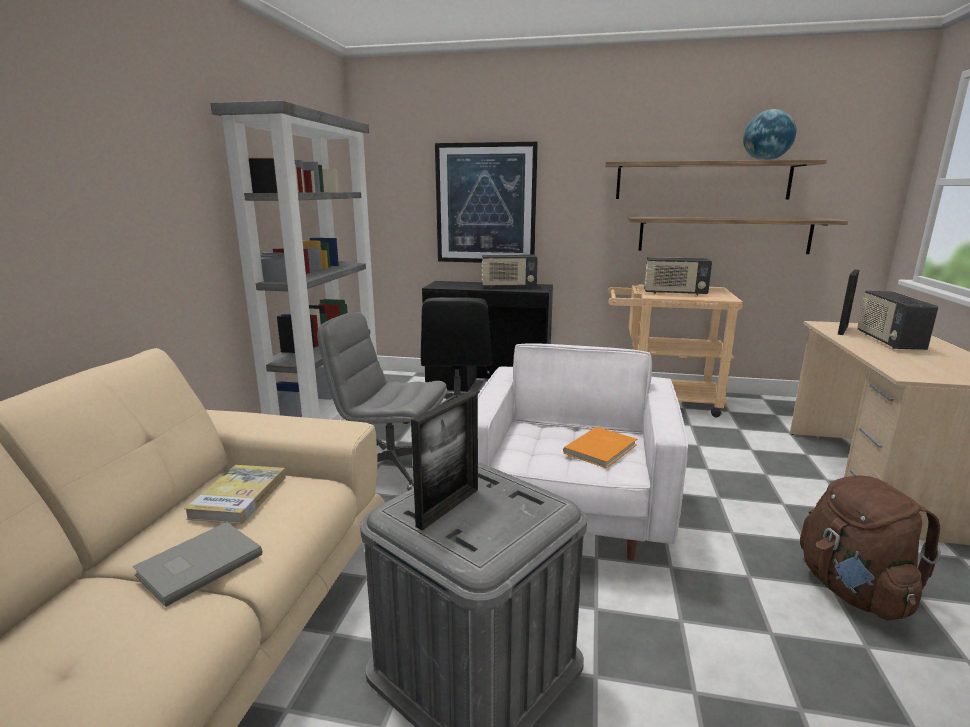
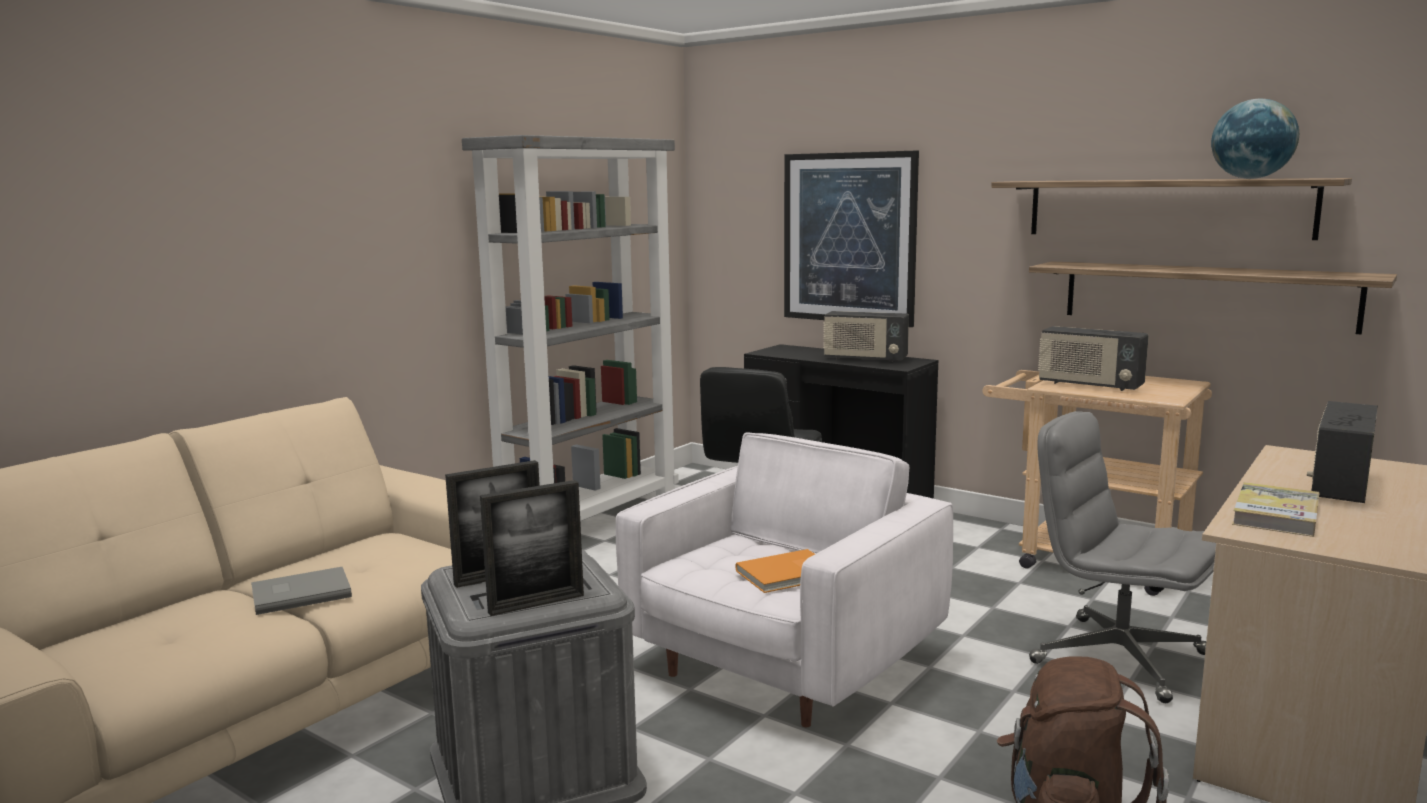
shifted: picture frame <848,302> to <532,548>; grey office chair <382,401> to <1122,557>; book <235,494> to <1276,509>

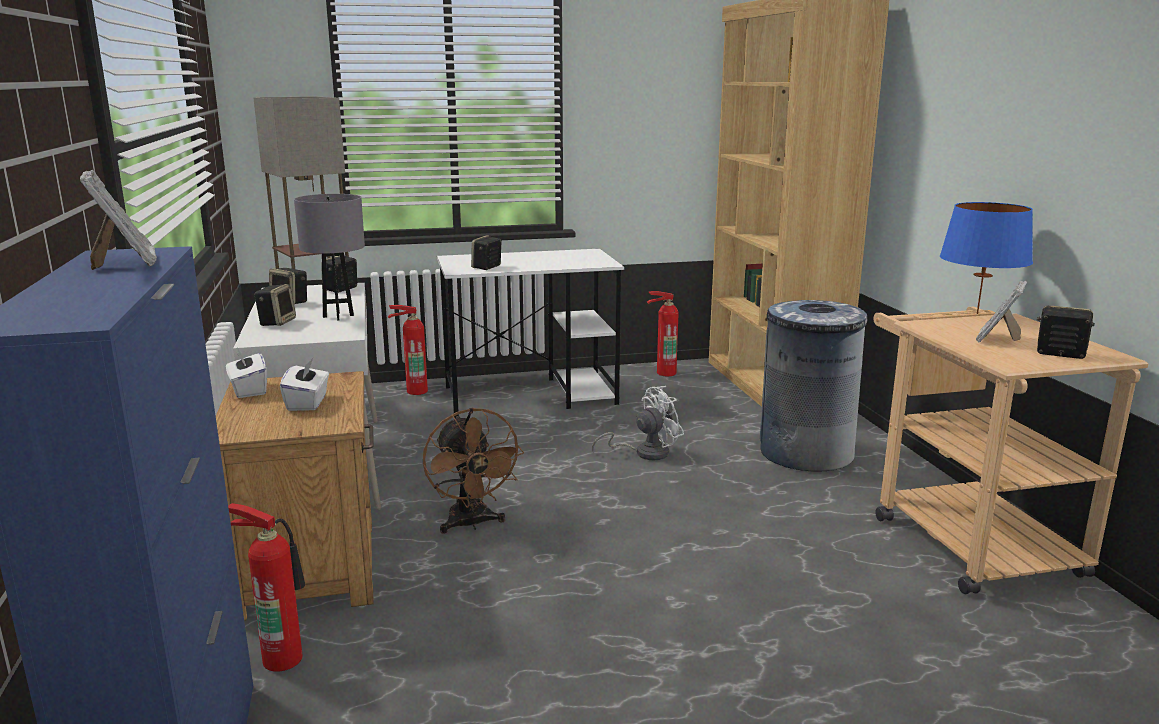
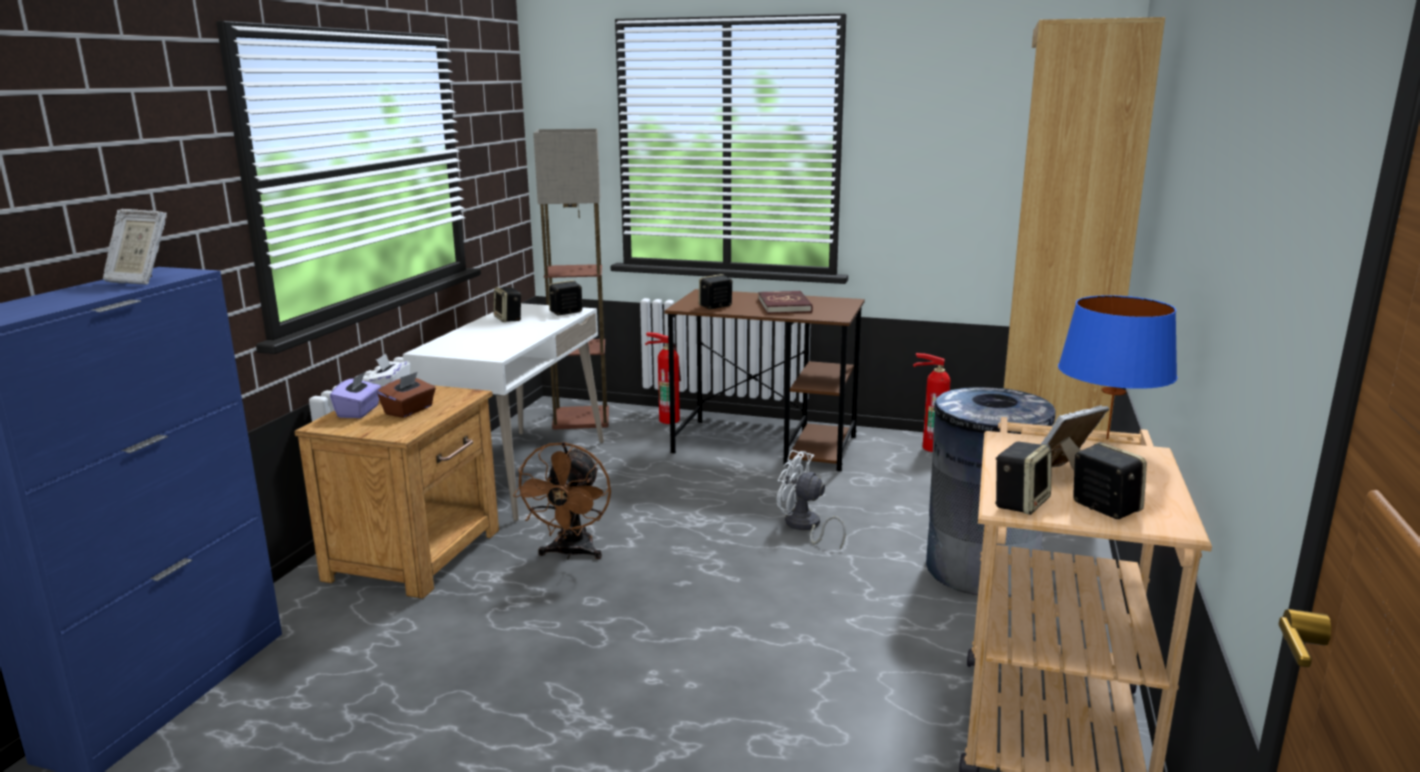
gone: fire extinguisher <266,587>; grey table lamp <329,257>
new: purple tissue box <355,395>; red book <785,302>
shifted: speaker <275,305> to <1023,478>
repainted: white tissue box <304,384> to brown tissue box <406,395>; white desk <530,334> to brown desk <764,380>
rotated: picture frame <118,219> = <134,247> 105 degrees clockwise; white fan <638,423> = <811,499> 150 degrees counterclockwise

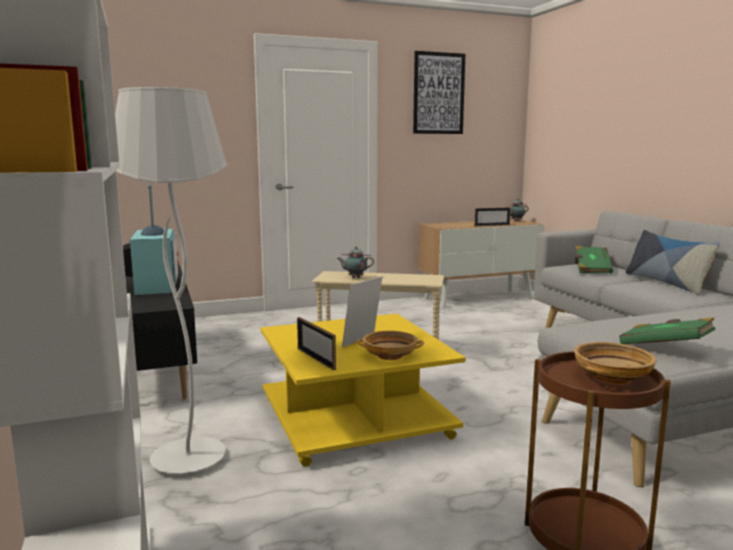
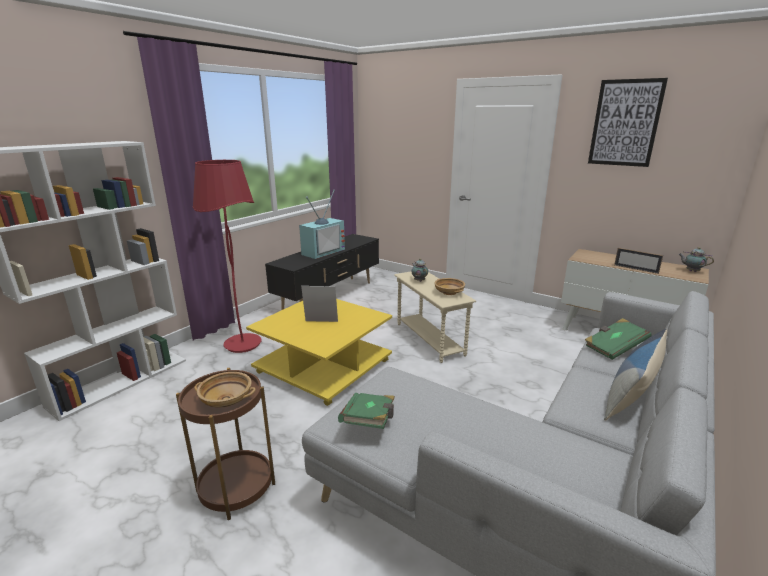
gone: picture frame <316,343>
shifted: beige bowl <390,345> to <449,286>
repainted: white floor lamp <171,282> to red floor lamp <227,256>

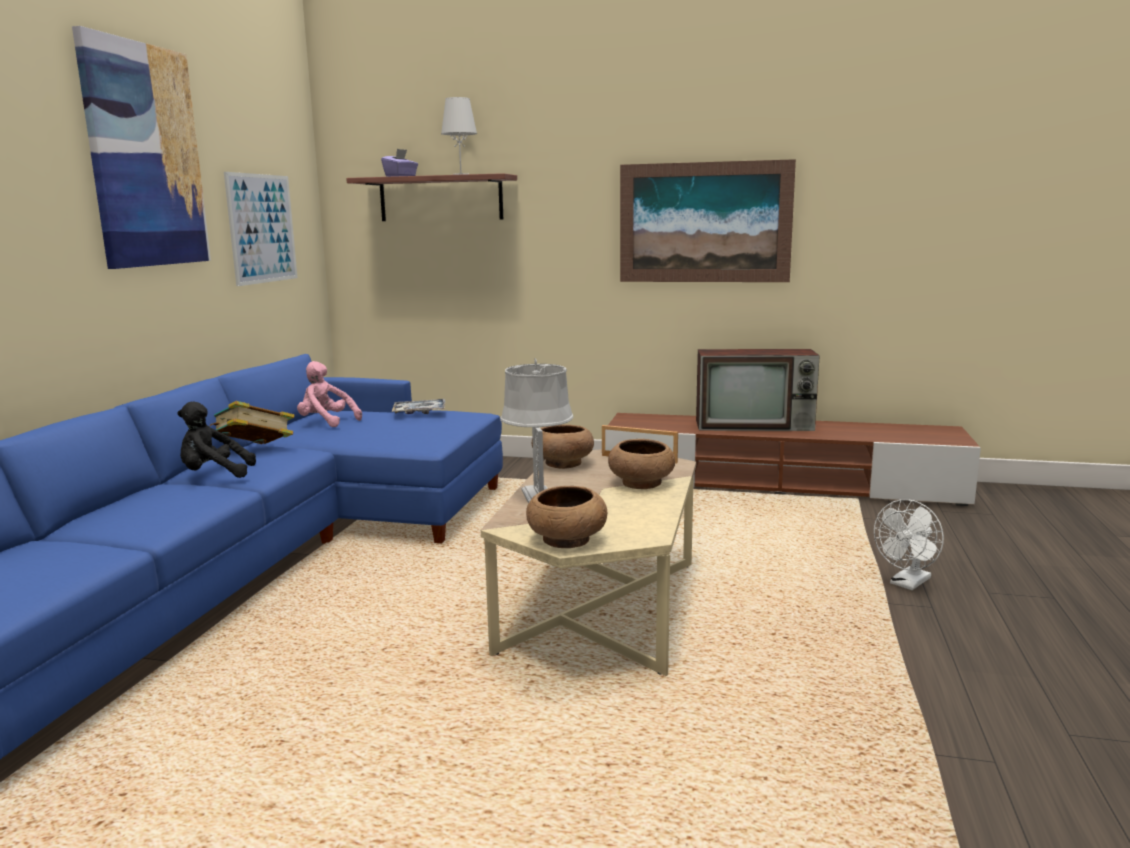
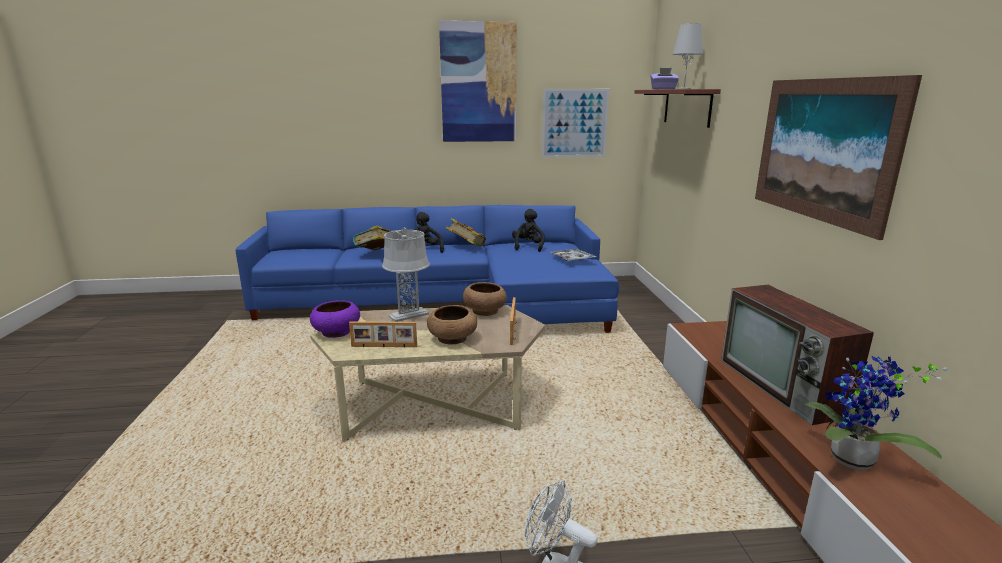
new: picture frame <383,335>; book <373,238>; potted plant <876,413>
repainted: brown bowl <566,517> to purple bowl <335,319>; pink plush toy <329,394> to black plush toy <528,230>

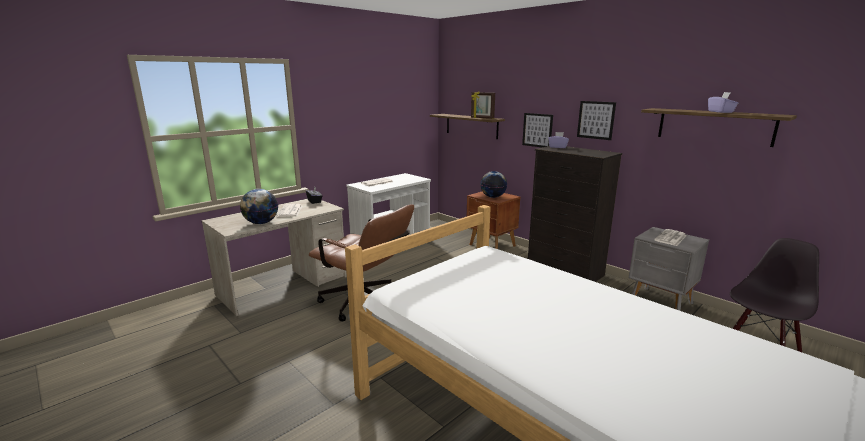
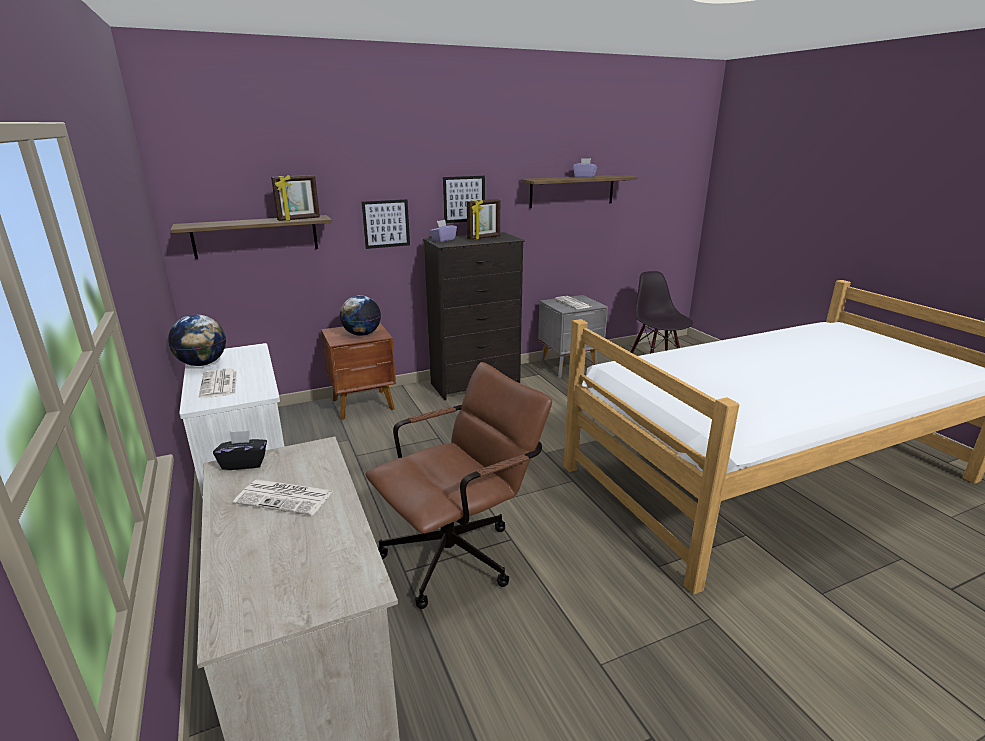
new: picture frame <483,219>
shifted: globe <259,206> to <197,340>

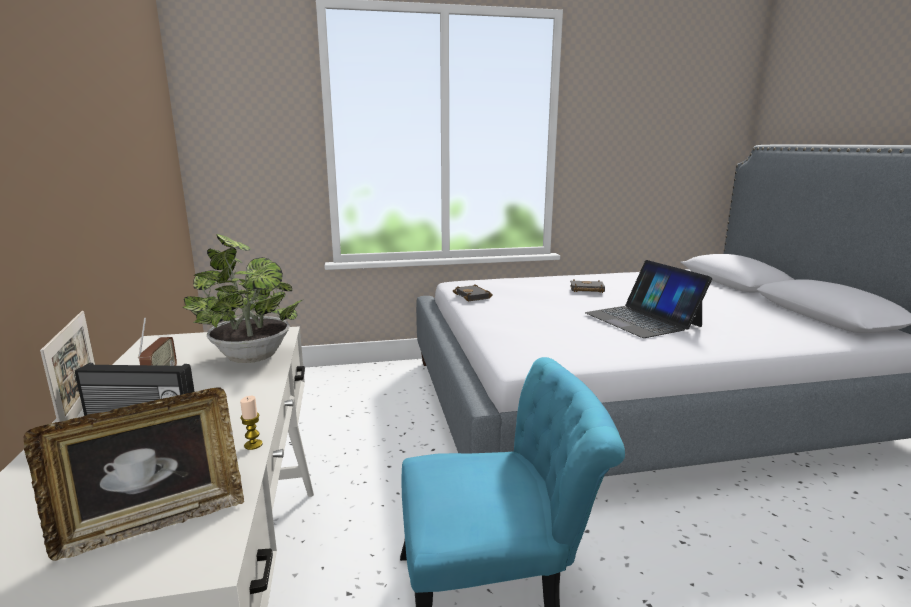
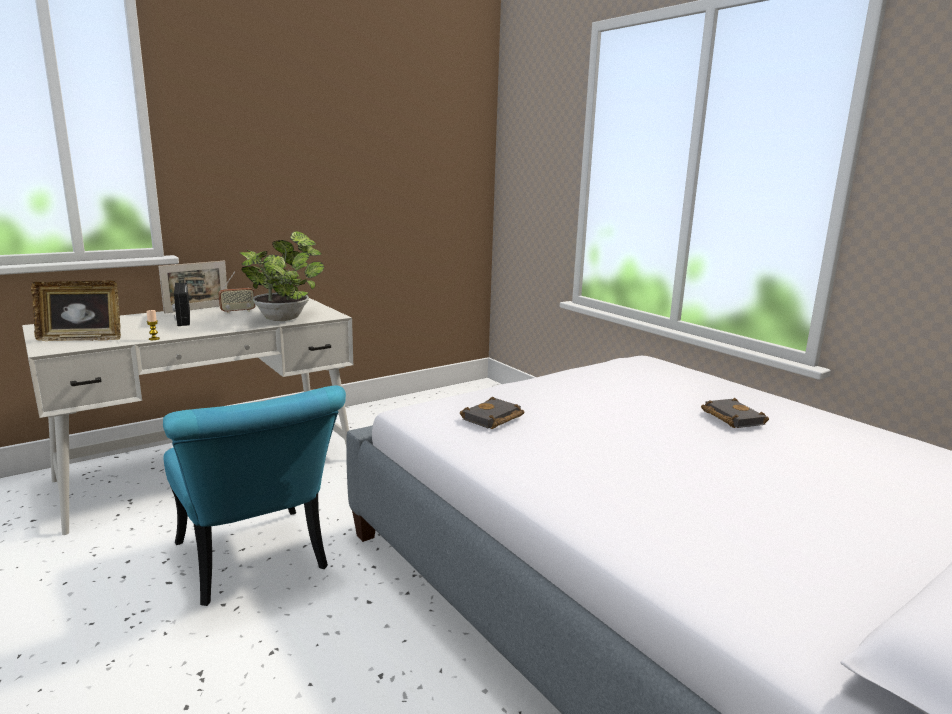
gone: laptop <648,299>
shifted: black book <473,292> to <492,413>
rotated: picture frame <134,474> = <76,311> 45 degrees counterclockwise

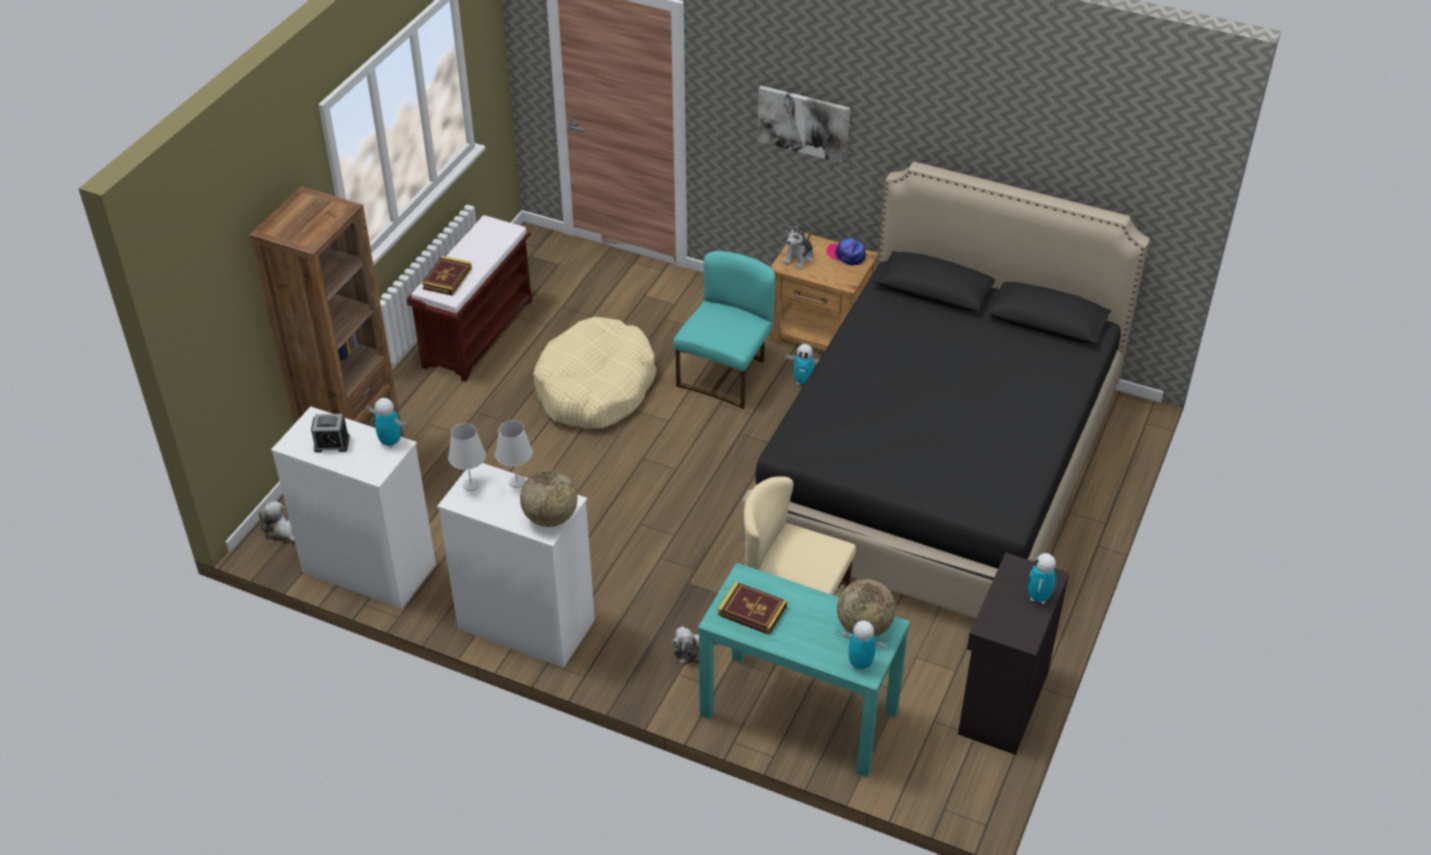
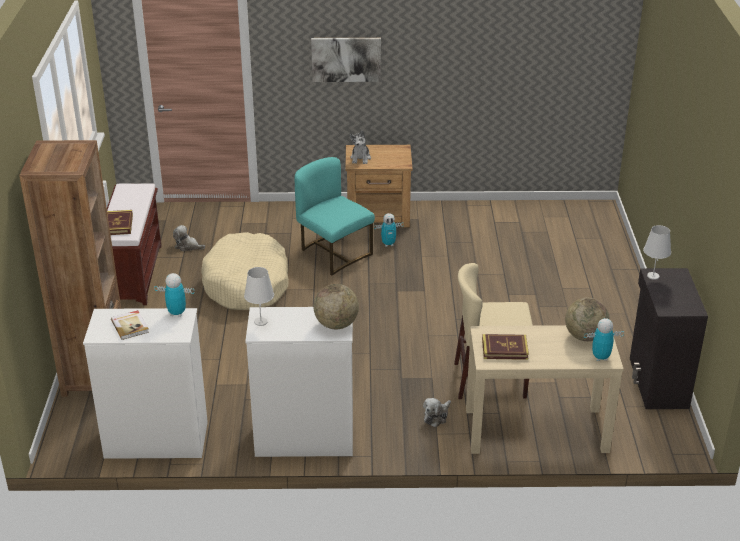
gone: black bed <946,390>; cap <846,252>; toy robot <1041,578>
shifted: plush toy <277,522> to <189,238>; white table lamp <514,454> to <657,252>
swapped: alarm clock <330,433> to book <130,325>
repainted: turquoise console table <804,670> to beige console table <545,389>
rotated: turquoise chair <724,330> = <335,216> 45 degrees counterclockwise

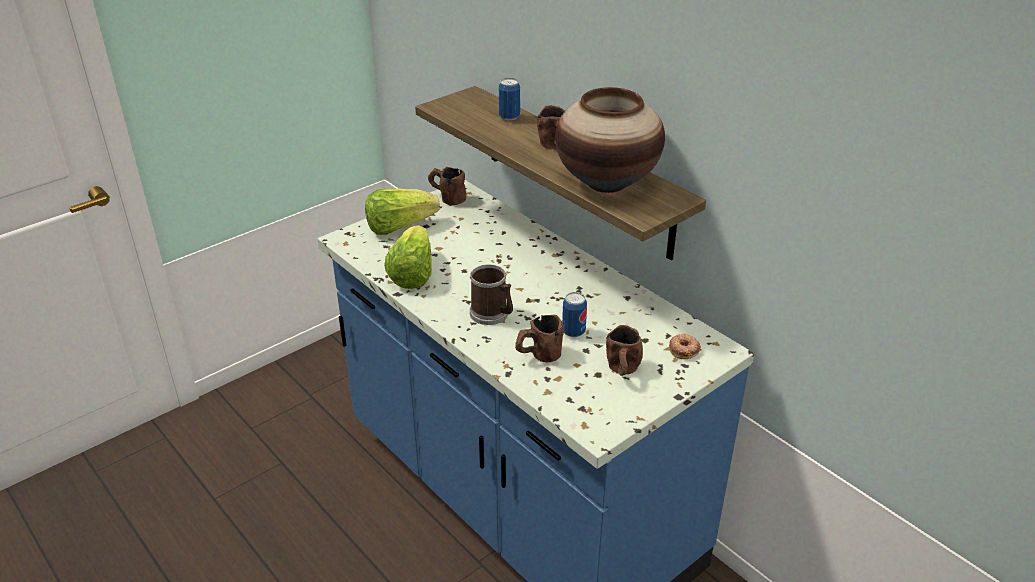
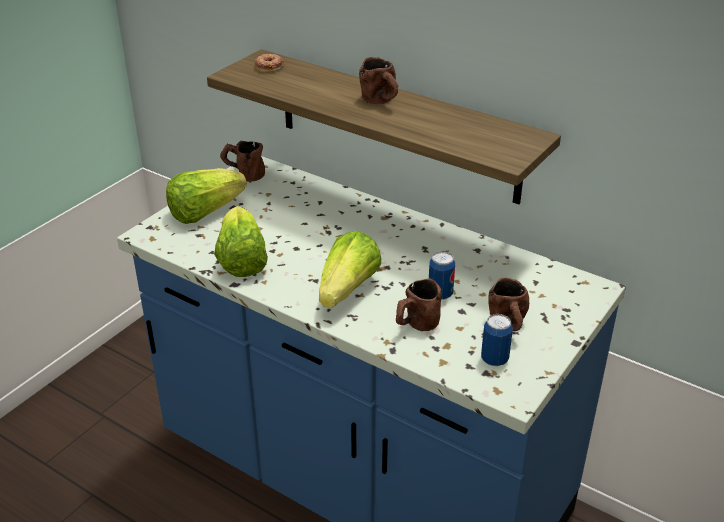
gone: vase <610,140>
shifted: donut <685,346> to <269,63>; can <509,99> to <497,340>
swapped: mug <491,294> to lettuce <350,269>

